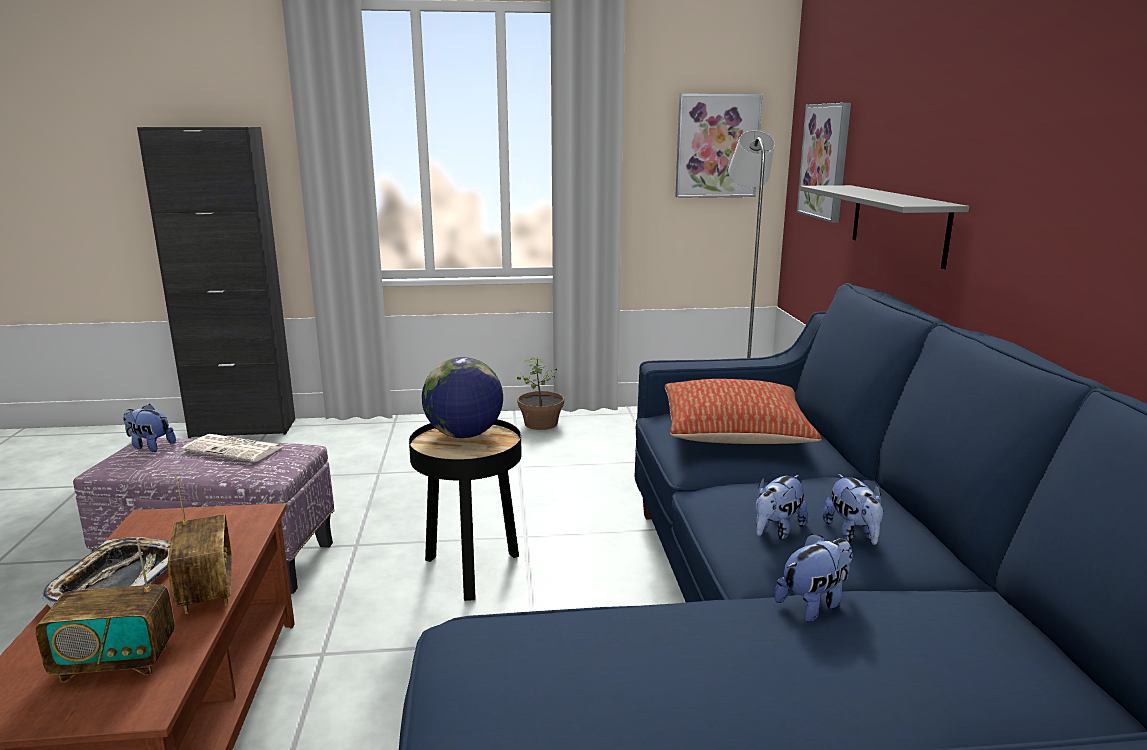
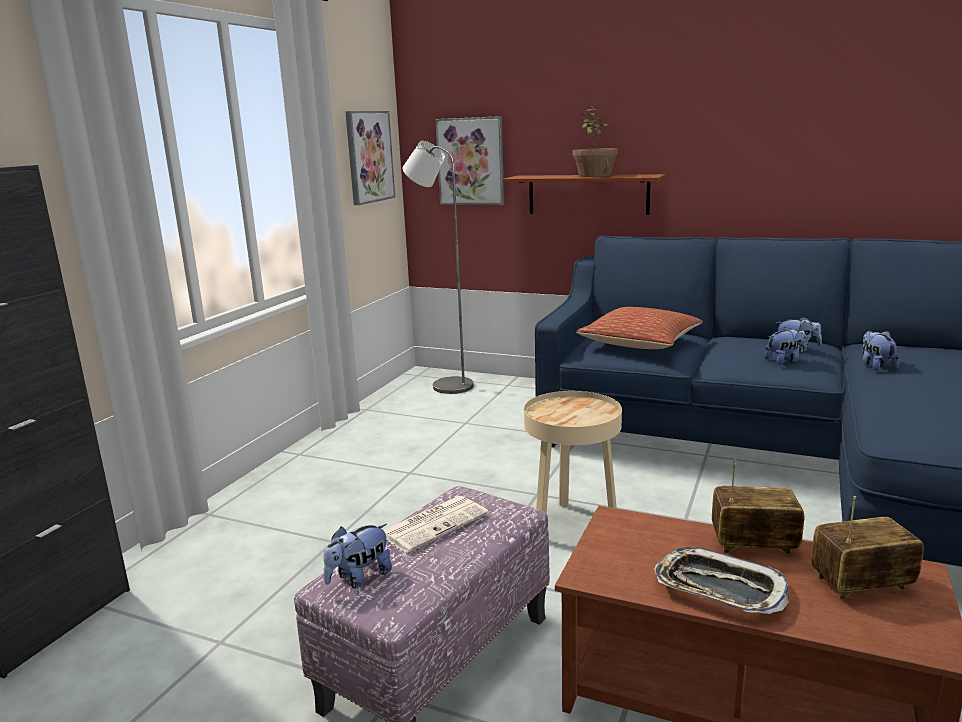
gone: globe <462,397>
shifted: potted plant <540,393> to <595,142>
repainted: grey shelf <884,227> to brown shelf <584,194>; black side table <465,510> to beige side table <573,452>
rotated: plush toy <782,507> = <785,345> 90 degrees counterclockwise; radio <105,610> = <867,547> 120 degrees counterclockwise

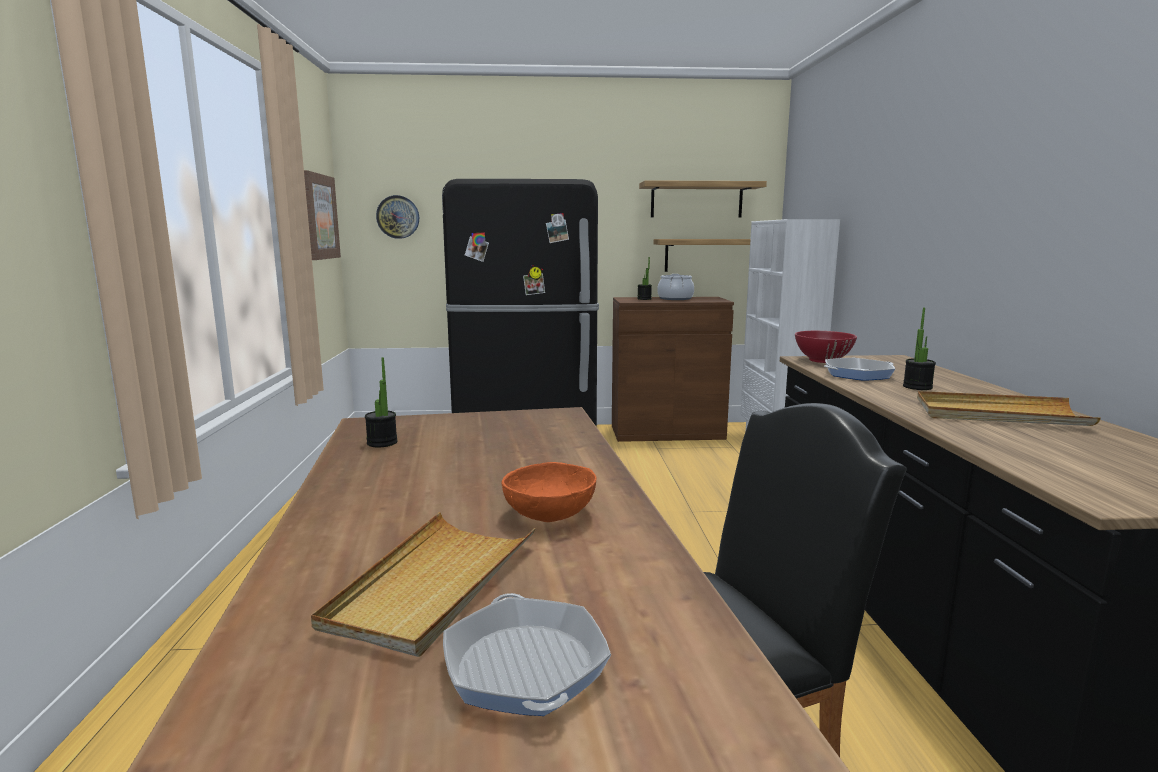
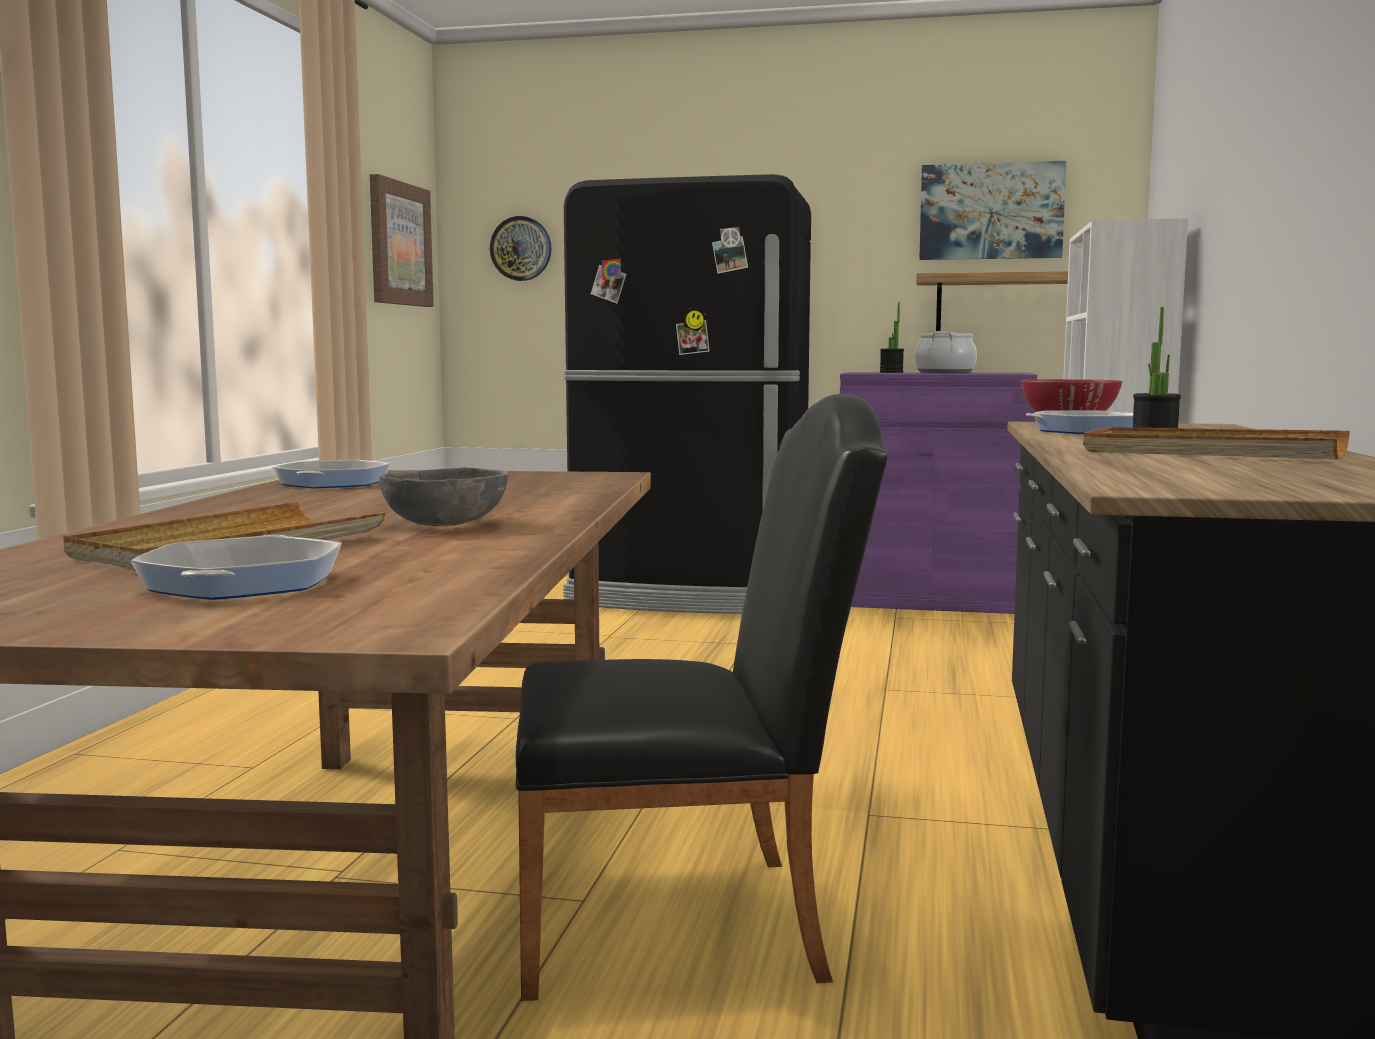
swapped: potted plant <381,402> to frying pan <332,474>; shelf <703,199> to picture <992,210>
repainted: orange bowl <549,492> to grey bowl <443,496>; brown cabinet <673,369> to purple cabinet <938,493>

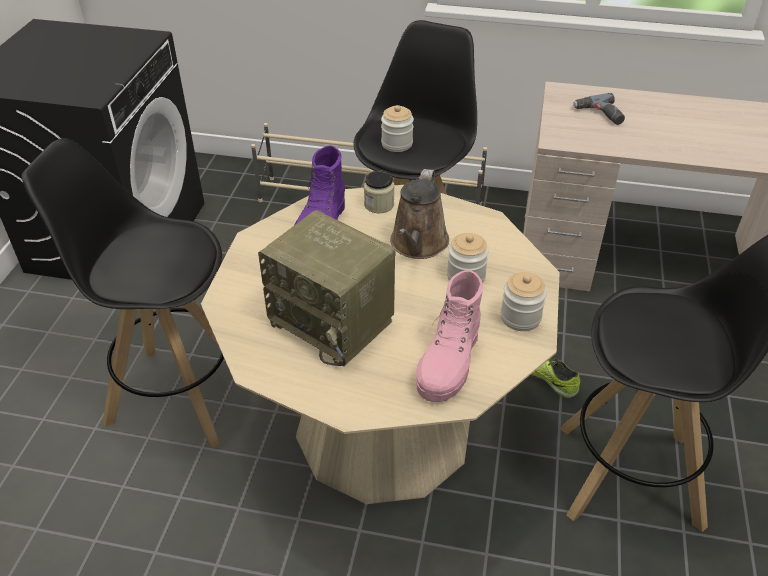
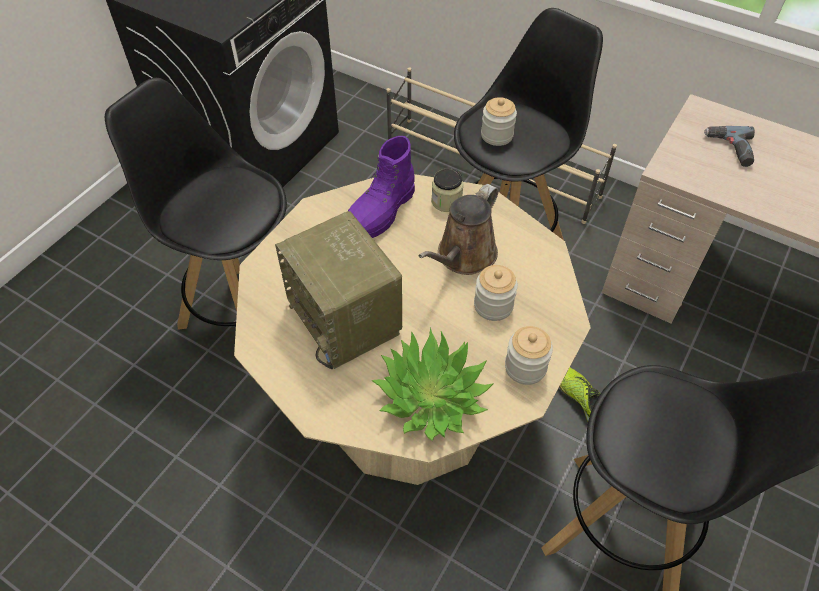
swapped: pink boot <449,336> to potted plant <432,384>

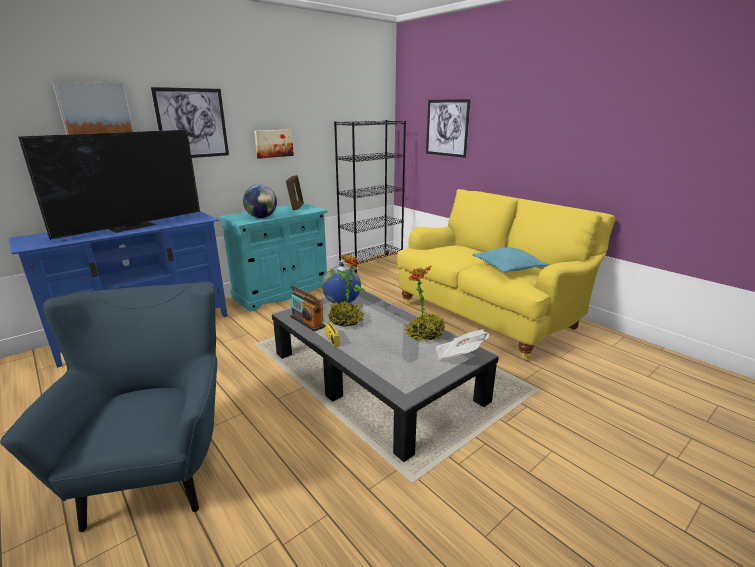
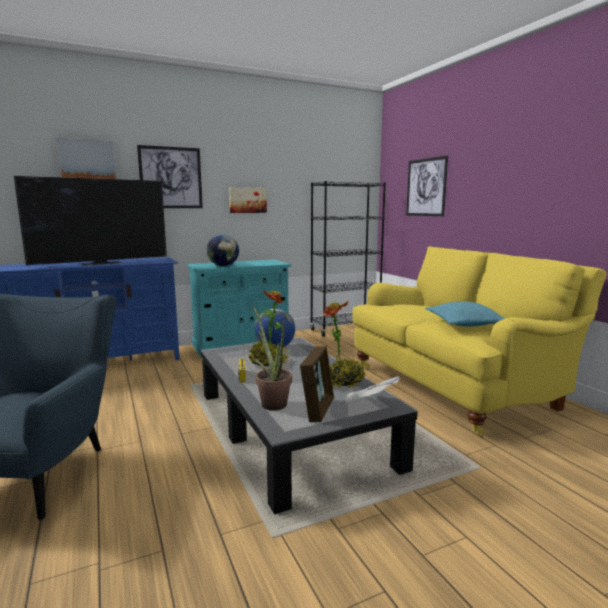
gone: radio <307,308>
new: potted plant <272,358>
shifted: picture frame <295,192> to <317,384>

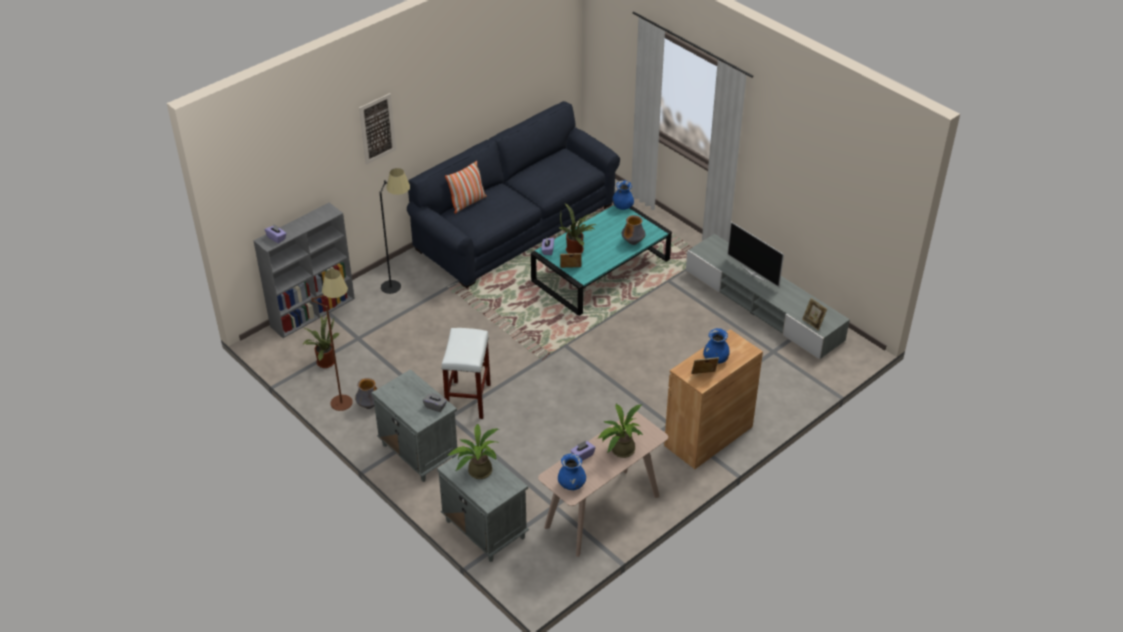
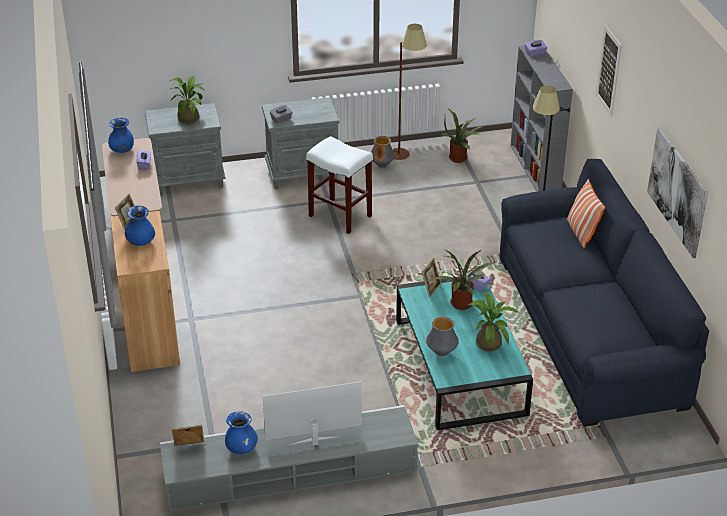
new: picture <678,193>
shifted: blue vase <623,195> to <241,433>; potted plant <620,431> to <493,322>

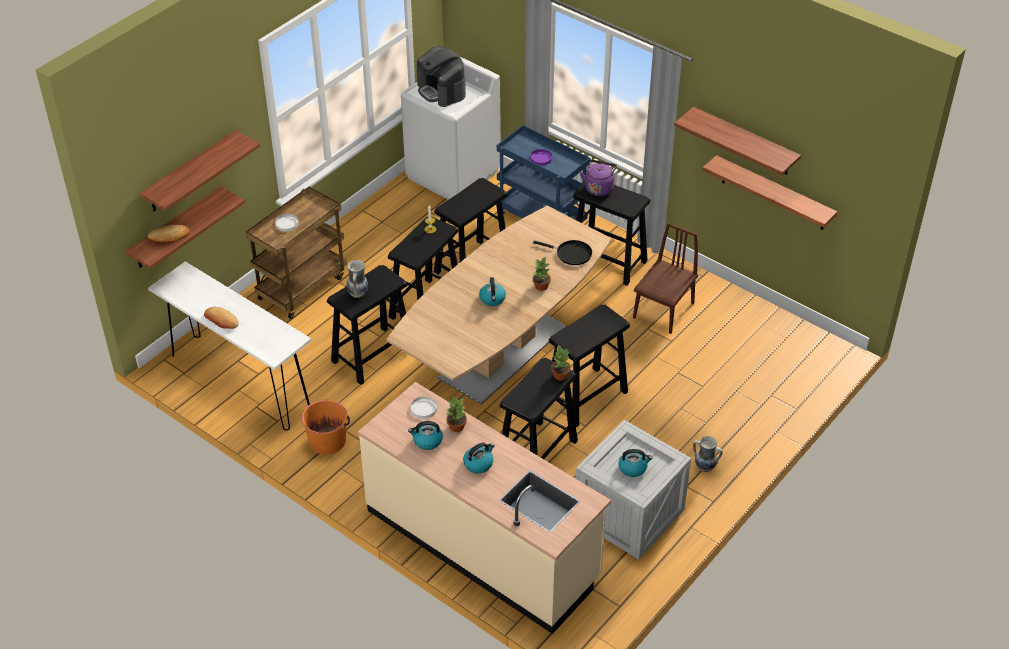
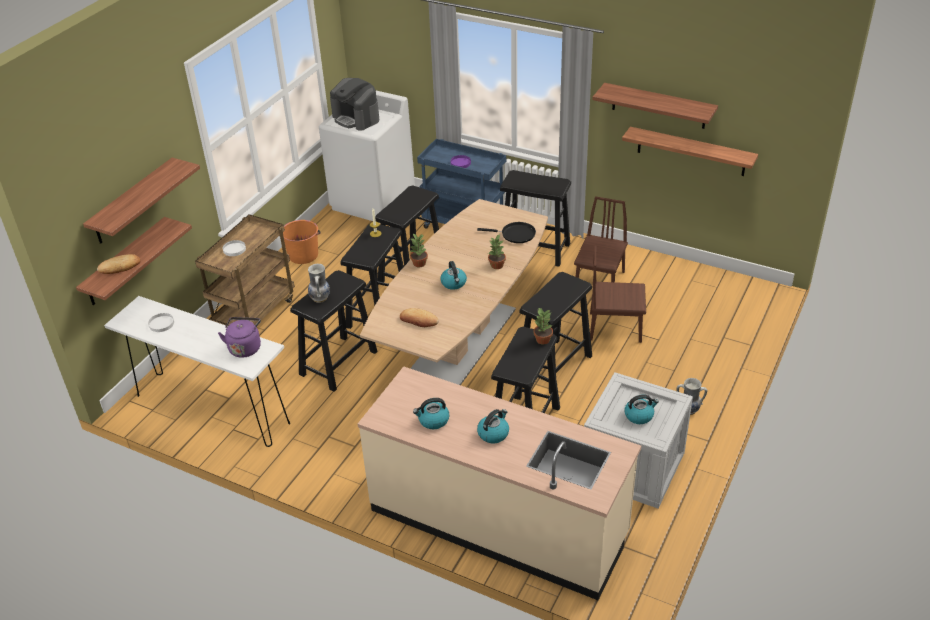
new: brown chair <618,294>
shifted: white plate <423,407> to <161,322>; purple kettle <598,178> to <239,337>; orange bucket <326,427> to <301,242>; bread <221,318> to <419,317>; potted plant <456,414> to <419,250>

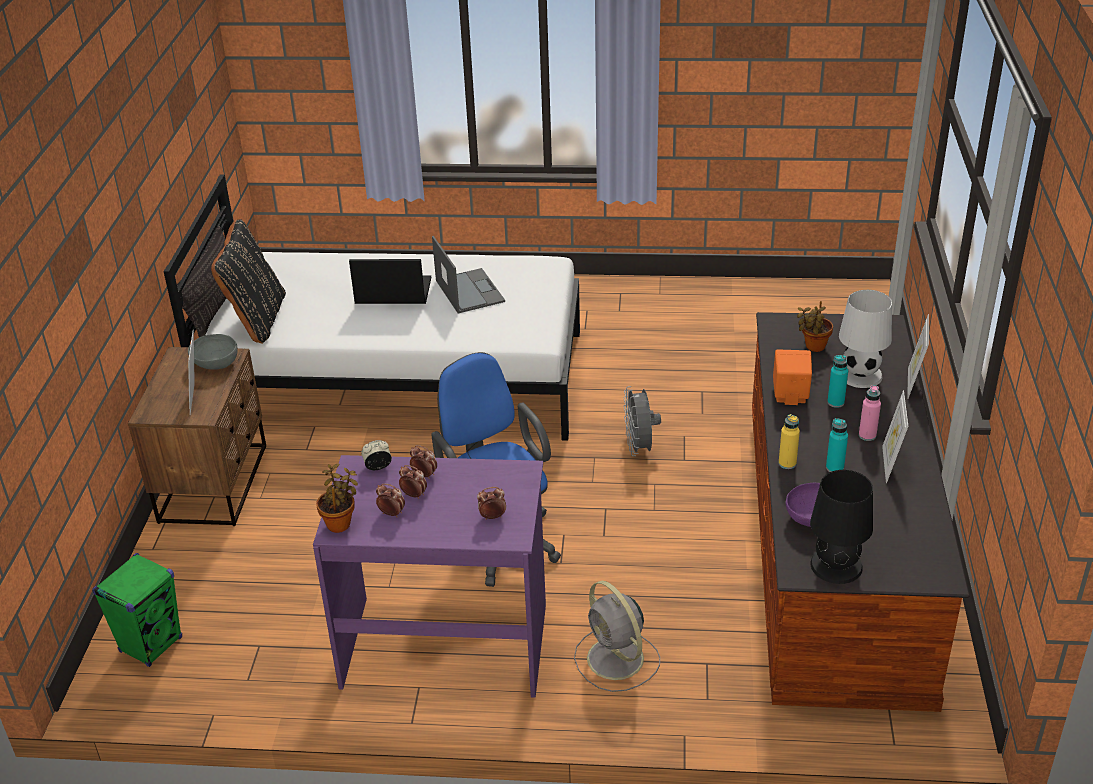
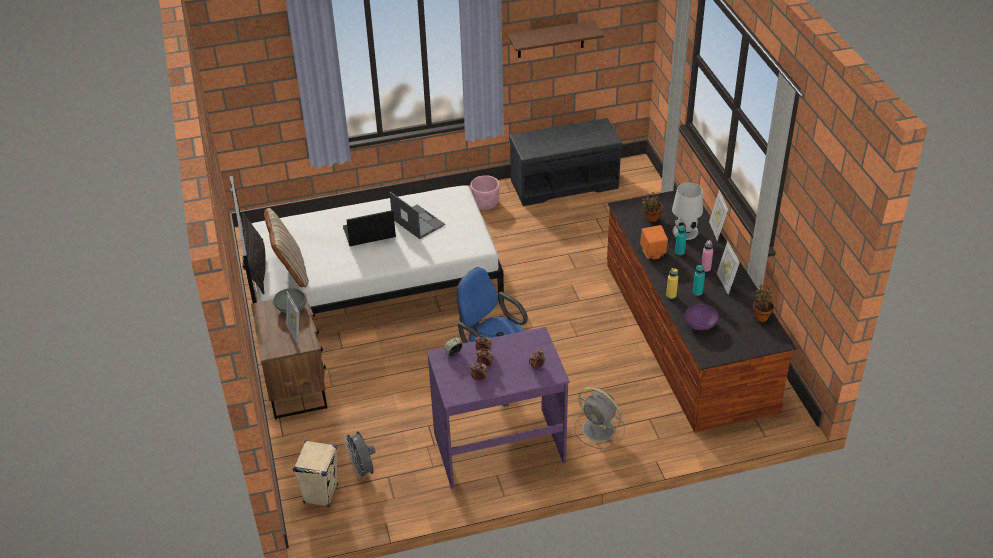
gone: black table lamp <841,527>
new: pink planter <485,192>; brown shelf <555,39>; grey bench <565,162>
shifted: grey fan <642,421> to <360,455>; potted plant <337,498> to <763,303>
repainted: black pillow <248,281> to beige pillow <286,247>; green speaker <137,610> to beige speaker <315,473>

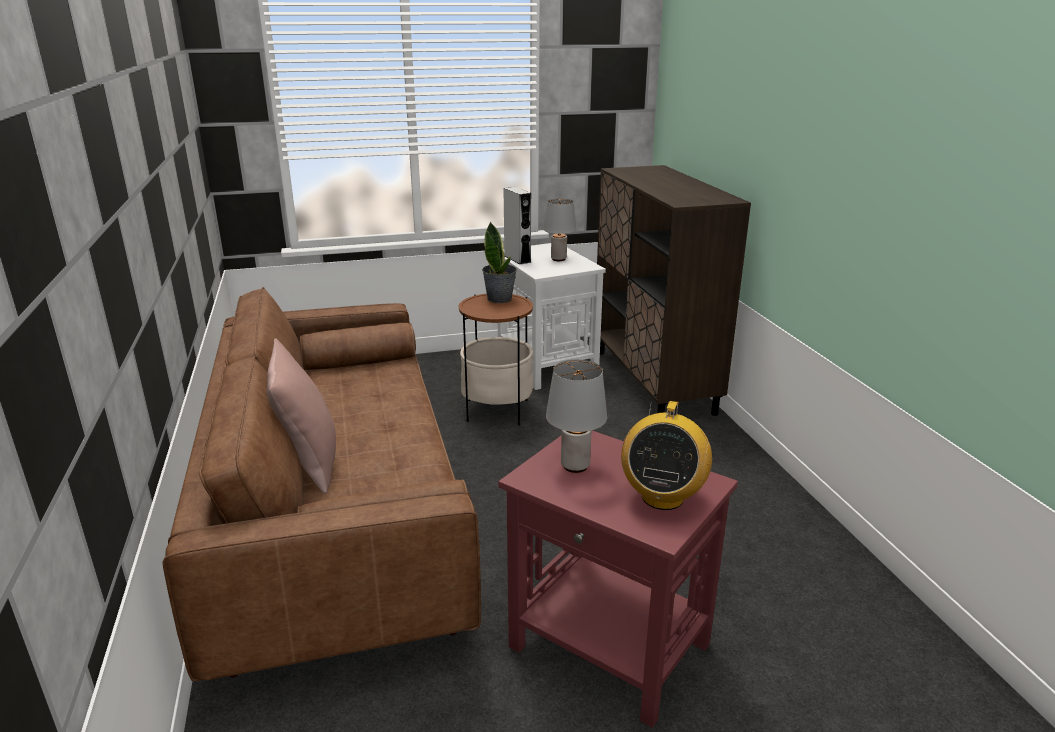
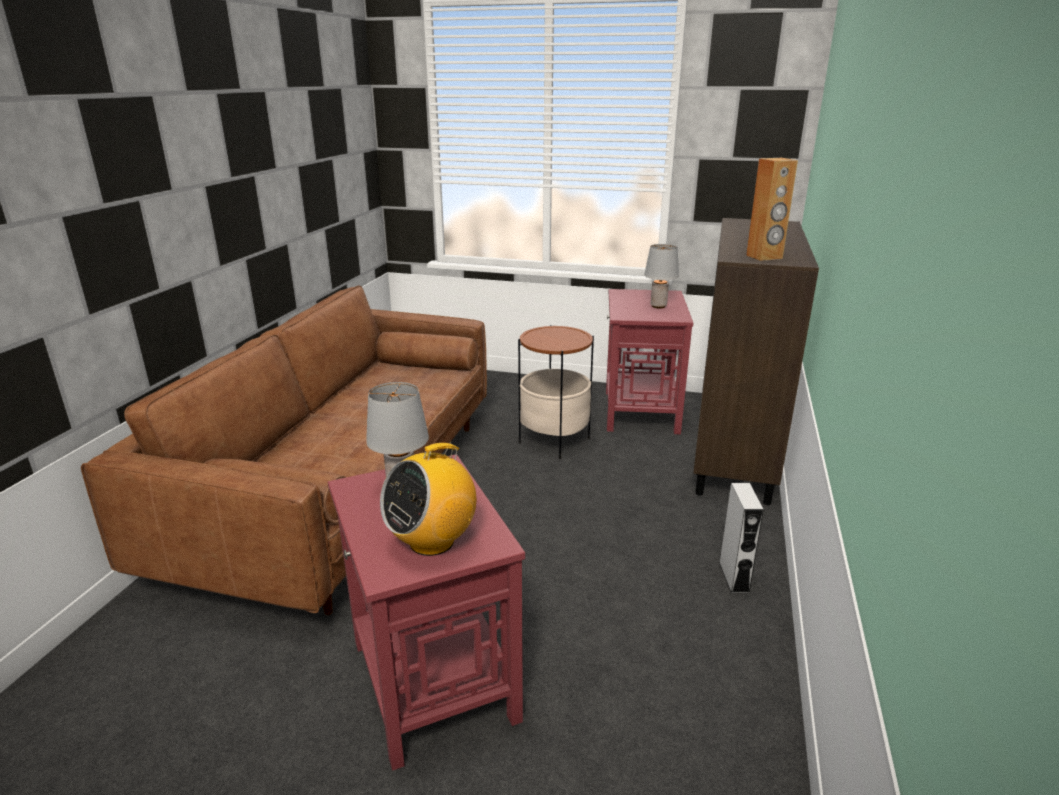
gone: pink pillow <301,416>; potted plant <499,262>
new: brown speaker <772,209>
shifted: grey speaker <517,225> to <741,538>
repainted: white side table <552,316> to red side table <649,362>

